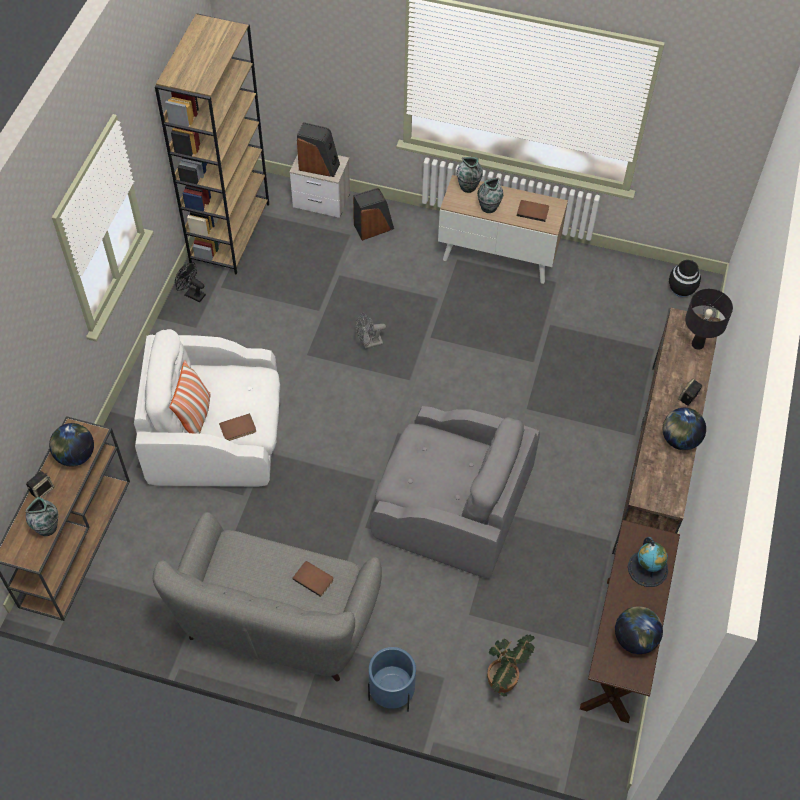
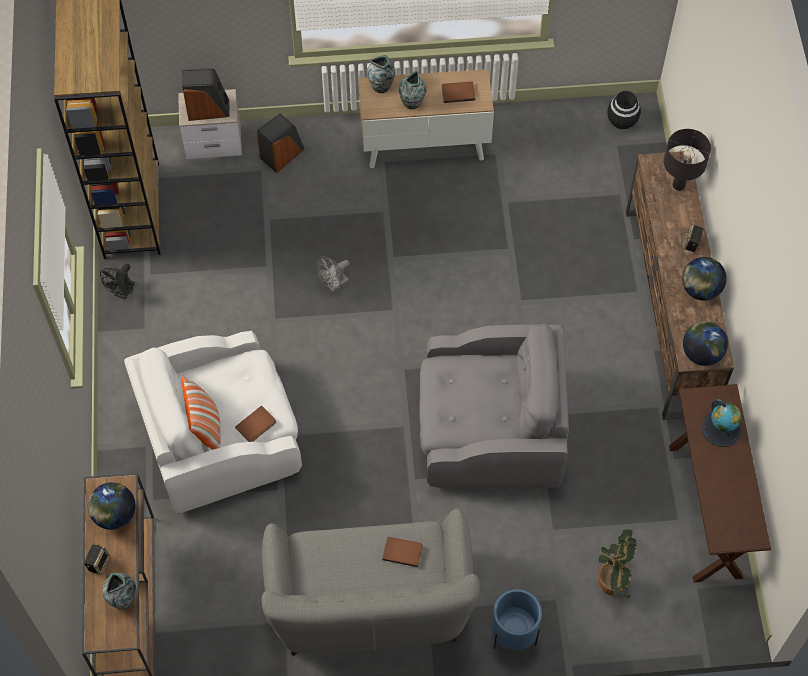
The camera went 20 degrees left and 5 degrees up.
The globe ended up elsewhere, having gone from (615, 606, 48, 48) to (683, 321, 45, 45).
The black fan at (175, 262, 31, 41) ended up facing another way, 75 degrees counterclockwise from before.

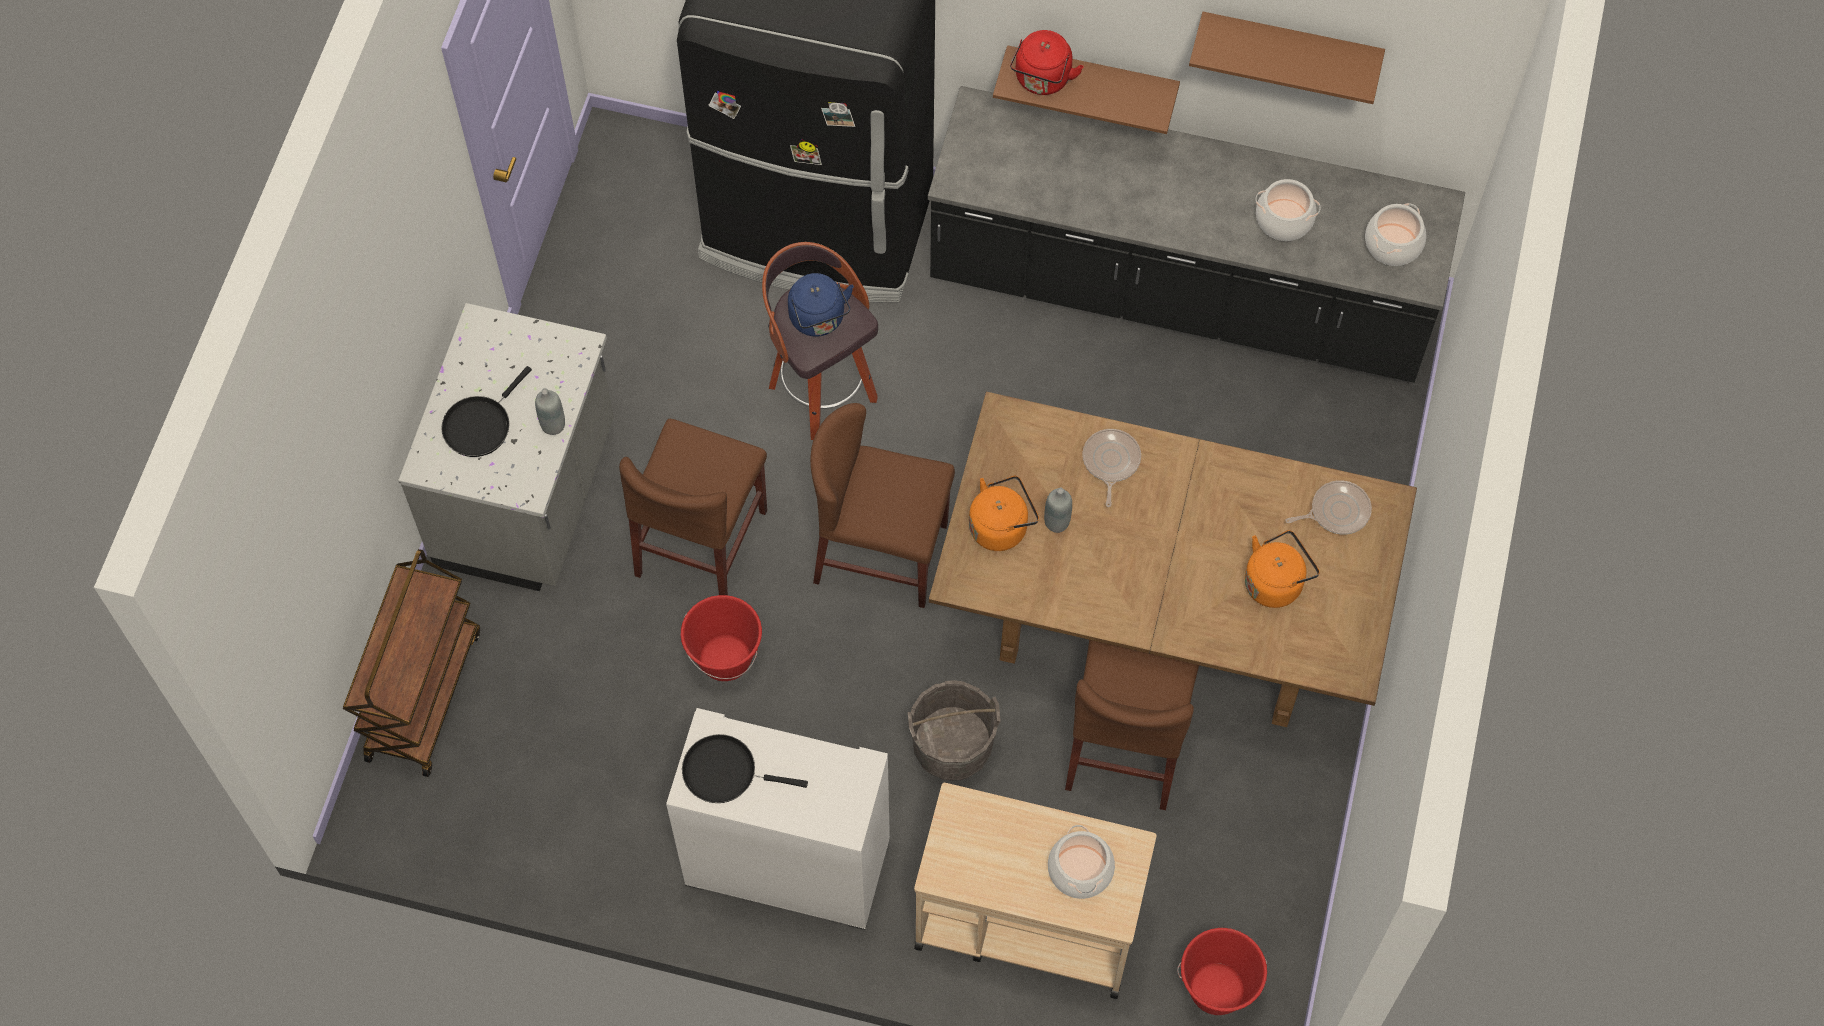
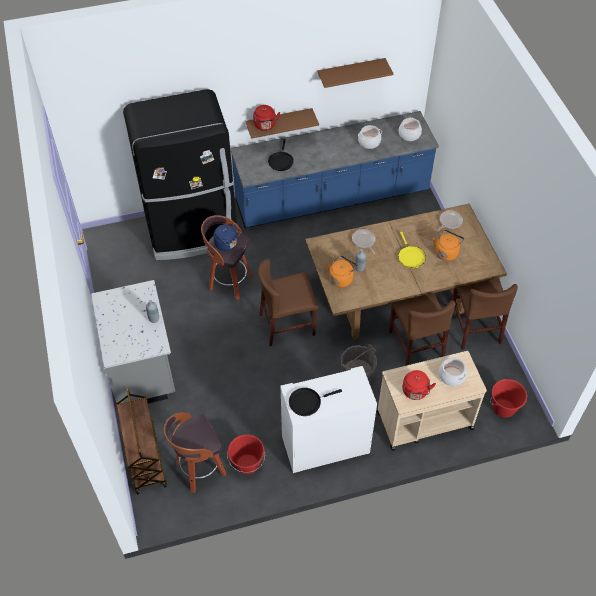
The camera went 30 degrees left and 10 degrees down.
The second view gained the stool at (164, 412, 62, 81).
The second view gained the yellow frying pan at (398, 232, 28, 36).
The second view gained the red kettle at (402, 370, 34, 30).
The black frying pan ended up elsewhere, having gone from (441, 366, 91, 91) to (268, 139, 26, 32).
The brown chair ended up elsewhere, having gone from (619, 419, 148, 176) to (452, 278, 66, 72).
The red bucket ended up elsewhere, having gone from (681, 595, 81, 86) to (227, 435, 38, 39).
What was the black counter at (928, 86, 537, 297) turned into the blue counter at (230, 111, 209, 117).

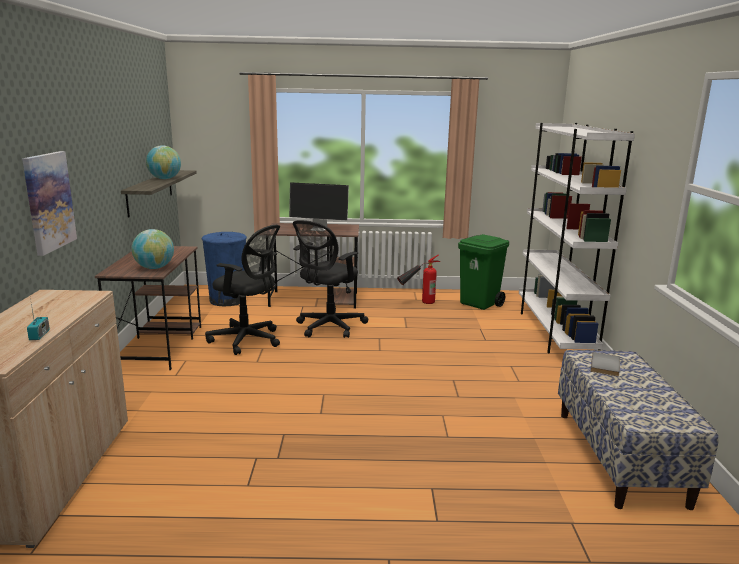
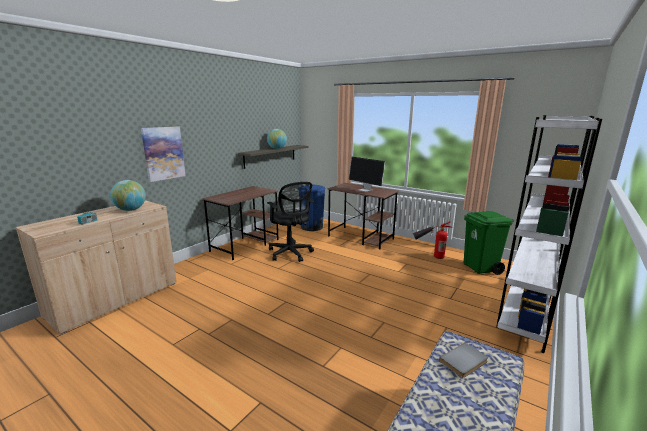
The camera went 35 degrees right and 0 degrees up.
The second view lost the black office chair at (293, 220, 76, 118).
The globe ended up elsewhere, having gone from (132, 229, 42, 40) to (110, 180, 36, 31).

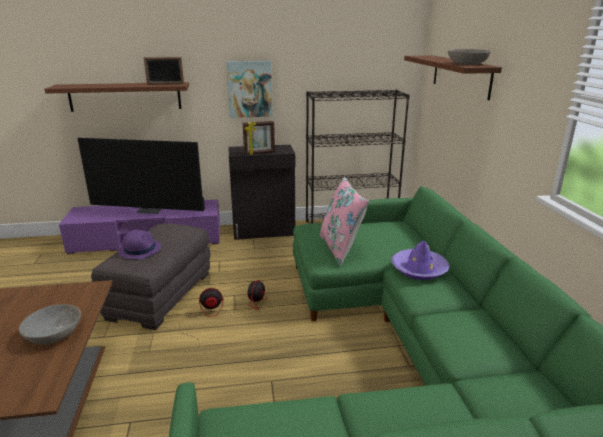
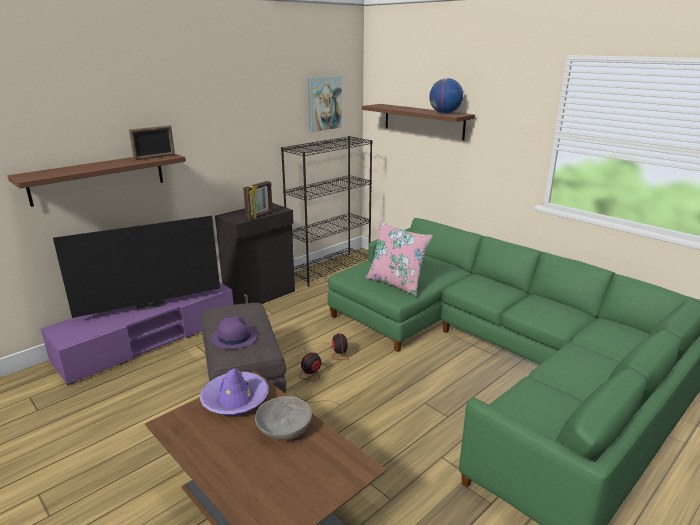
The camera went 35 degrees left and 0 degrees up.
The picture ended up elsewhere, having gone from (227, 61, 46, 57) to (308, 76, 34, 56).
The purple hat ended up elsewhere, having gone from (391, 240, 59, 40) to (200, 368, 69, 48).
Where the grey bowl stood at (448, 49, 43, 16), the globe came to stand at (429, 78, 34, 35).

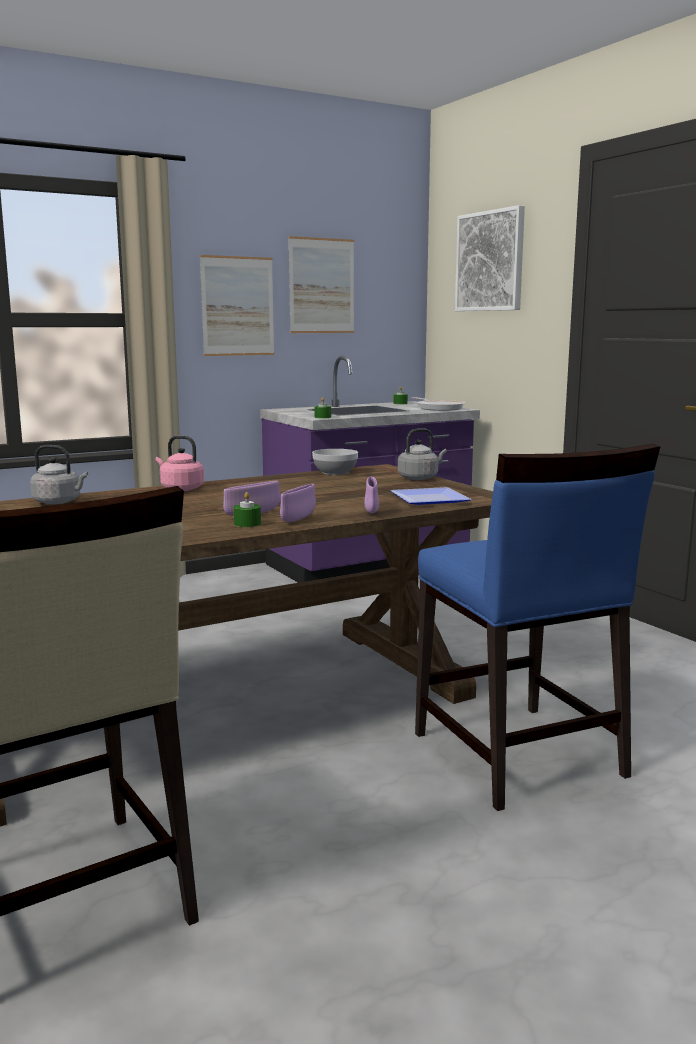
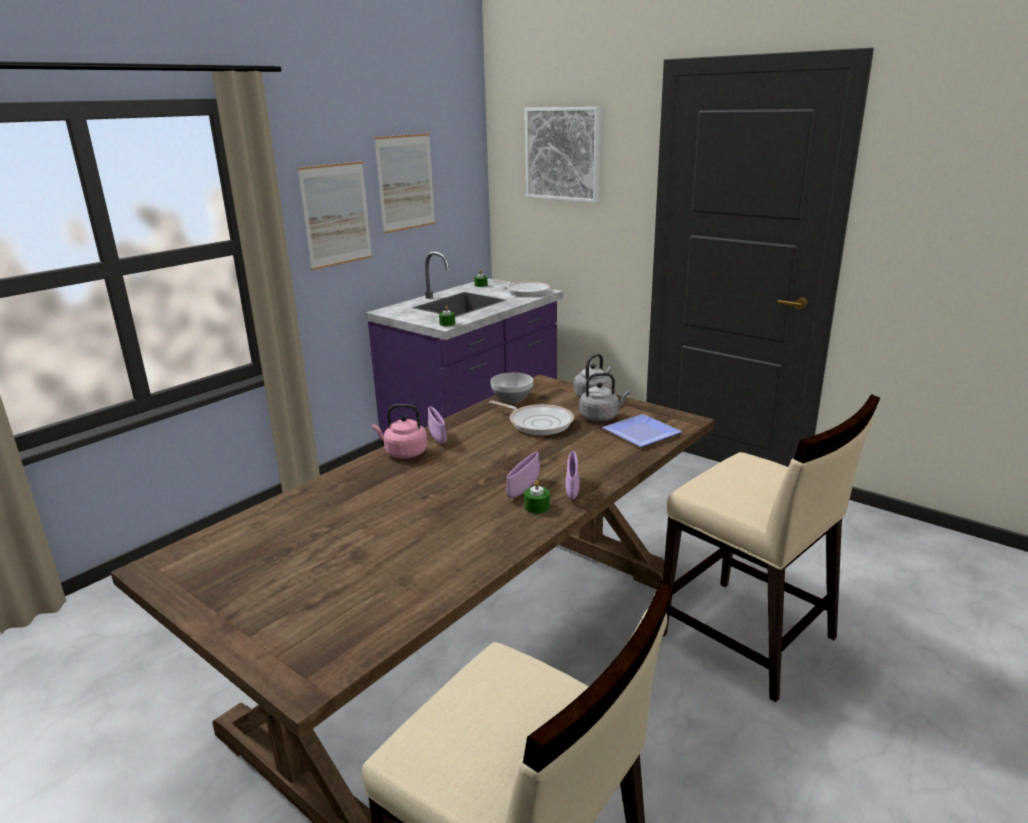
The camera went 20 degrees left and 10 degrees up.
The second view gained the frying pan at (489, 400, 85, 35).
The grey kettle ended up elsewhere, having gone from (30, 445, 58, 59) to (580, 373, 50, 48).
The purple bowl ended up elsewhere, having gone from (365, 476, 14, 37) to (428, 406, 19, 38).
What was the blue chair at (415, 443, 245, 368) turned into the beige chair at (663, 394, 217, 308).

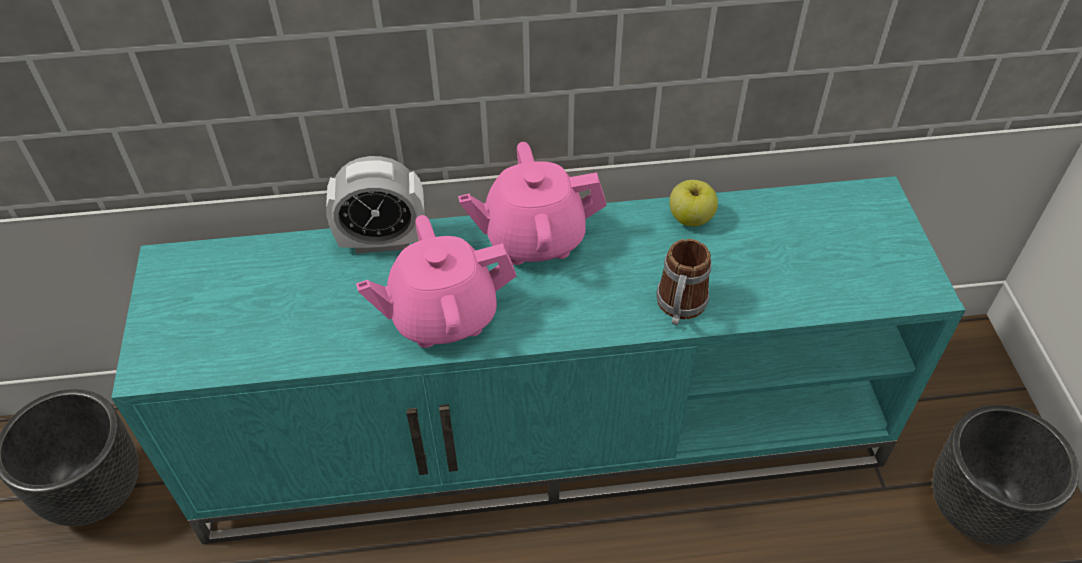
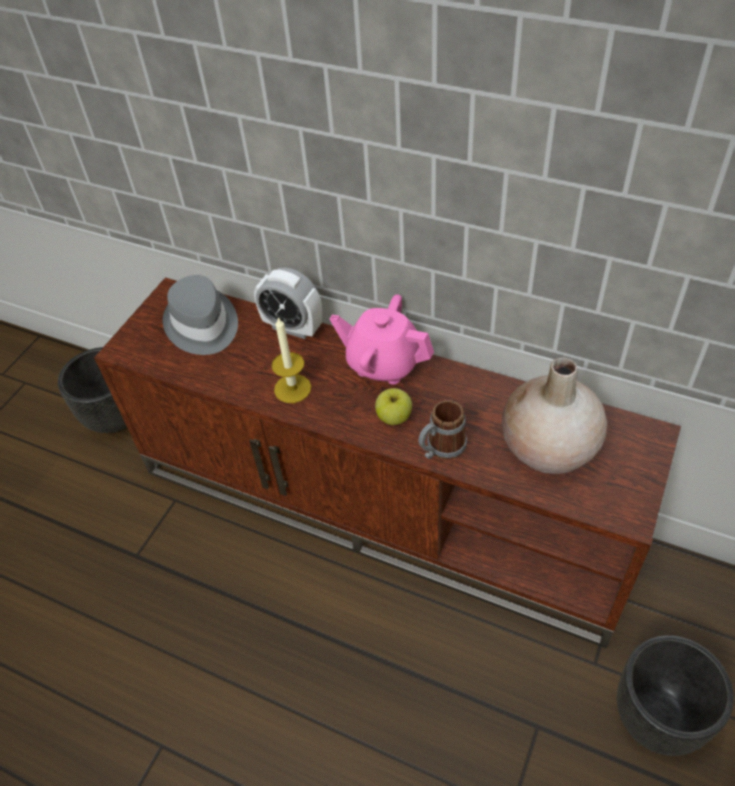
The camera went 35 degrees right and 0 degrees up.
The second view gained the grey hat at (162, 275, 76, 80).
The second view gained the beige vase at (501, 357, 106, 117).
The apple ended up elsewhere, having gone from (669, 180, 49, 46) to (375, 388, 37, 37).
Where the pink teapot stood at (356, 215, 160, 133), the candle came to stand at (271, 316, 40, 87).
What was the turquoise tv stand at (111, 176, 854, 368) turned into the brown tv stand at (94, 277, 587, 371).

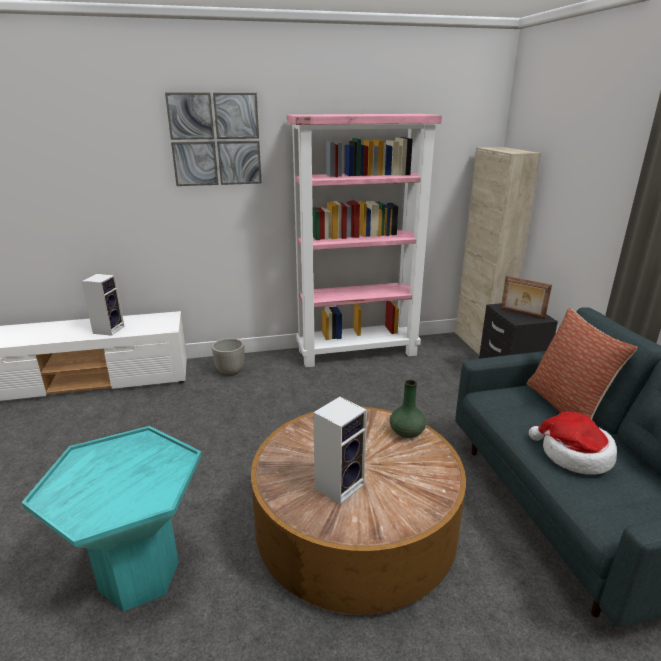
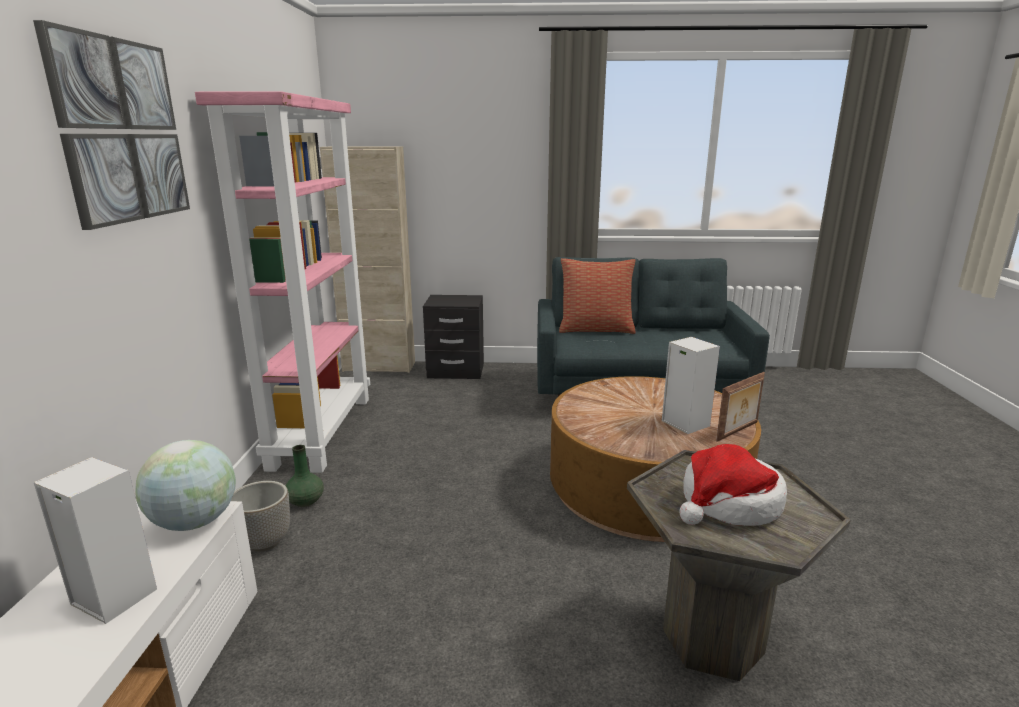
The camera went 75 degrees left and 5 degrees down.
The second view gained the globe at (135, 440, 101, 91).
The green vase ended up elsewhere, having gone from (390, 380, 36, 58) to (285, 445, 39, 62).
The picture frame ended up elsewhere, having gone from (501, 276, 51, 43) to (716, 372, 49, 70).
The hat ended up elsewhere, having gone from (529, 411, 88, 64) to (680, 444, 107, 82).
What was the turquoise side table at (22, 426, 180, 185) turned into the grey side table at (627, 450, 224, 231).

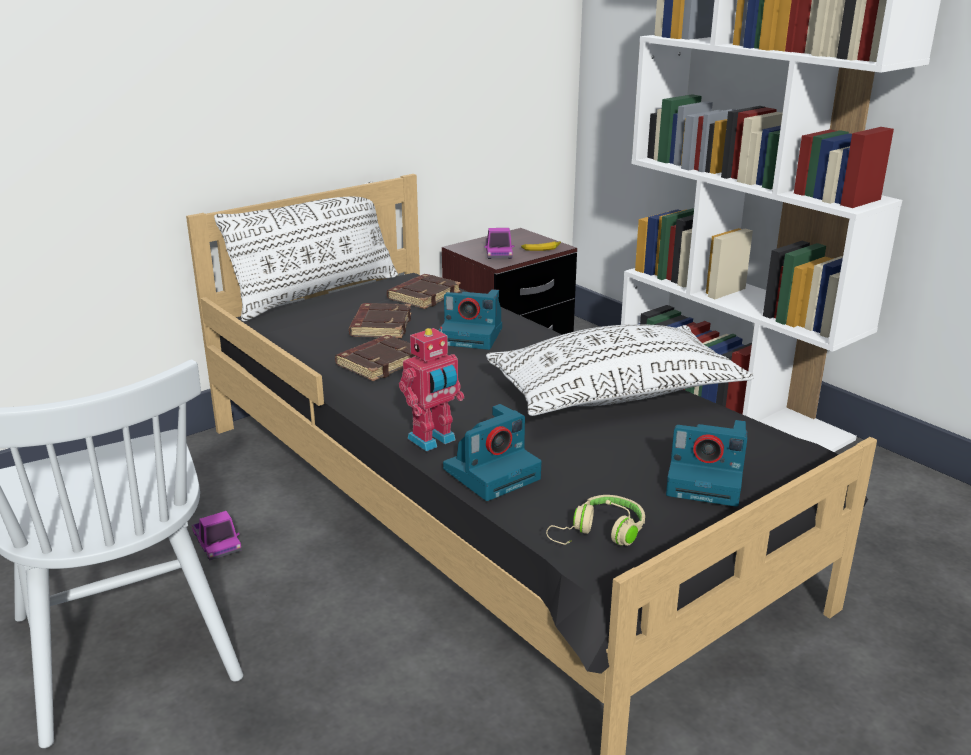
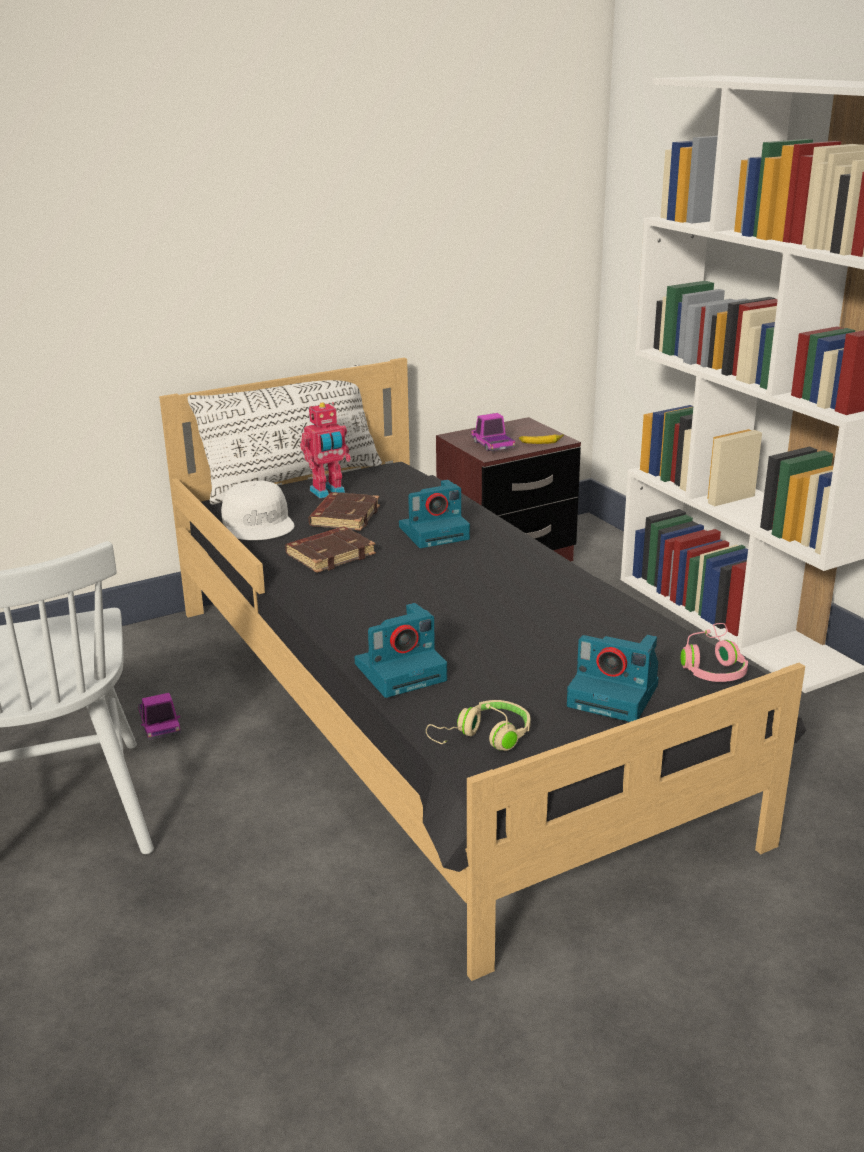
The camera went 10 degrees right and 0 degrees up.
The second view lost the brown book at (387, 274, 74, 35).
The second view lost the white pillow at (486, 324, 268, 92).
The second view gained the white cap at (221, 481, 74, 59).
The second view gained the pink headphones at (681, 623, 67, 59).
The toy robot ended up elsewhere, having gone from (399, 327, 65, 124) to (300, 402, 51, 96).
The photo camera at (439, 289, 63, 61) ended up facing another way, 45 degrees counterclockwise from before.
The toy truck at (485, 228, 29, 31) ended up facing another way, 150 degrees clockwise from before.

